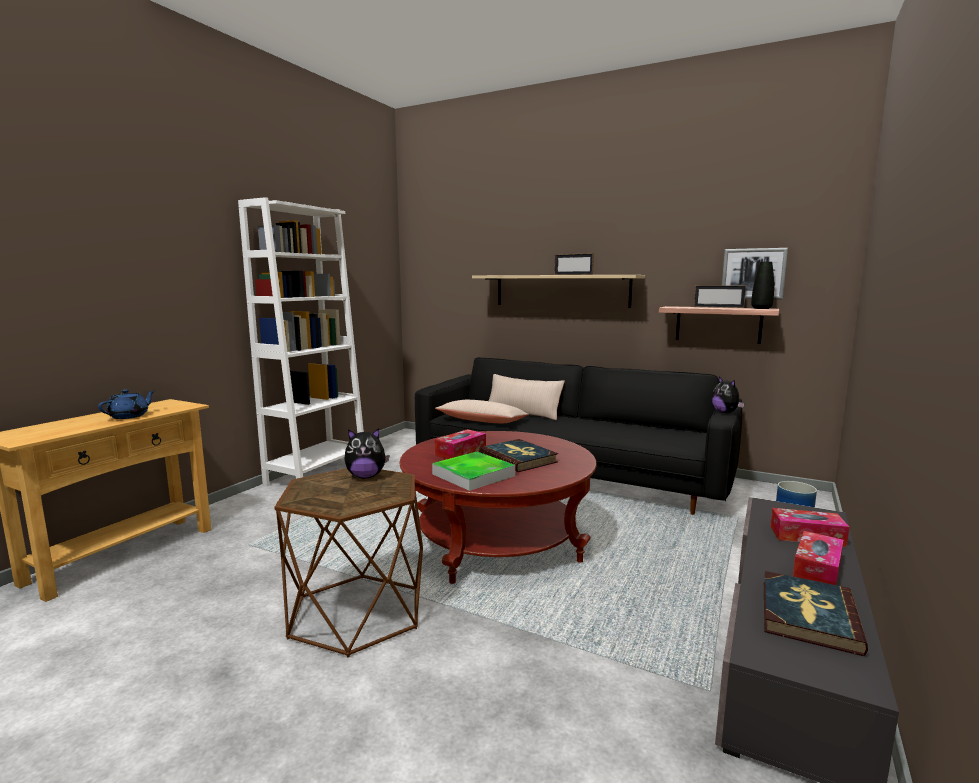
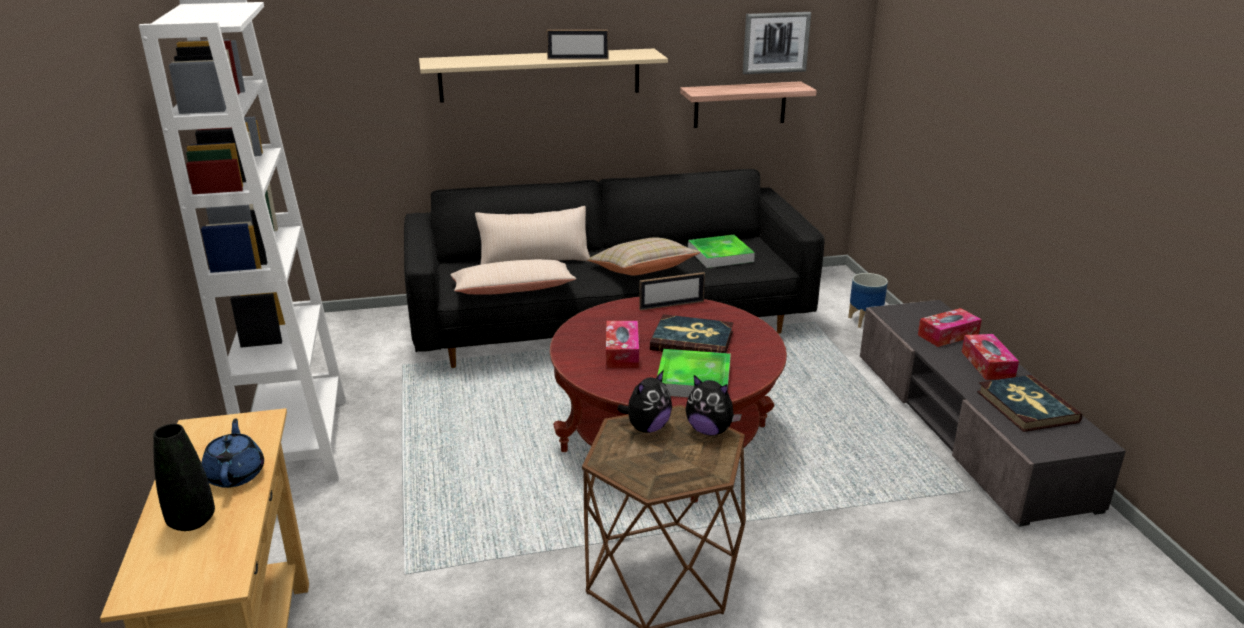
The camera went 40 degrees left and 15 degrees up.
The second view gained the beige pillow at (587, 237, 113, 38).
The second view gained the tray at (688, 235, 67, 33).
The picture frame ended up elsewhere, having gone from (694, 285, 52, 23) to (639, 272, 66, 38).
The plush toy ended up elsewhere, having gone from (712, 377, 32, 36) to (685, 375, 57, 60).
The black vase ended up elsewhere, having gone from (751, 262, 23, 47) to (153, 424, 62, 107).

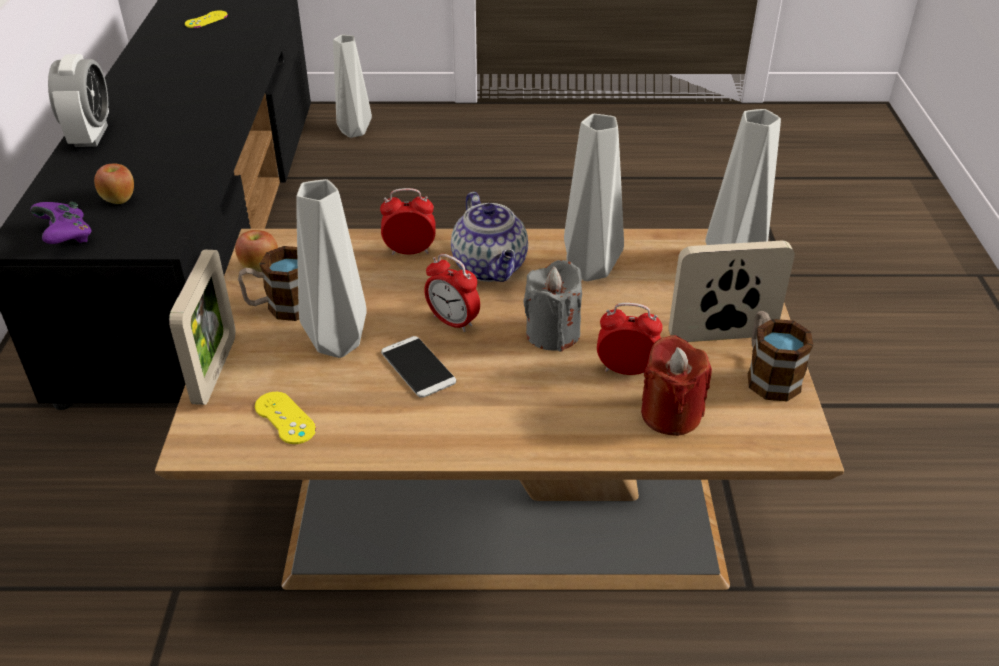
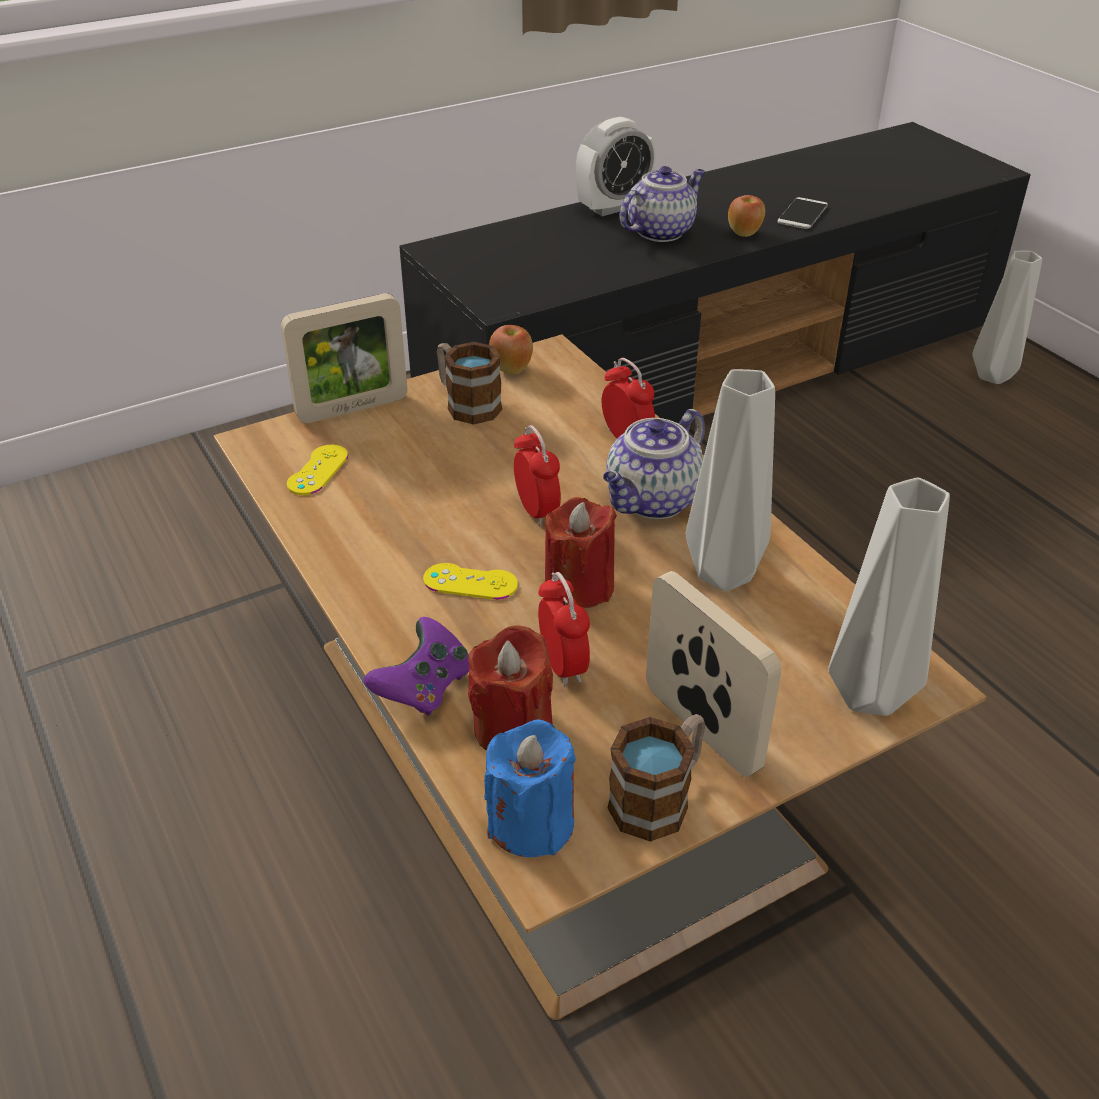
The camera went 60 degrees right and 0 degrees up.
The second view lost the grey vase at (296, 179, 71, 179).
The second view gained the blue candle at (484, 719, 92, 139).
The second view gained the teapot at (619, 166, 86, 76).
The purple game controller ended up elsewhere, having gone from (30, 202, 61, 42) to (364, 617, 105, 99).
The apple ended up elsewhere, having gone from (94, 164, 40, 40) to (728, 195, 37, 42).
The yellow game controller ended up elsewhere, having gone from (185, 11, 43, 17) to (423, 563, 95, 37).
The phone ended up elsewhere, having gone from (381, 336, 75, 62) to (777, 197, 51, 32).
What was the grey candle at (524, 260, 58, 92) turned into the red candle at (545, 497, 72, 112).
The alarm clock at (424, 254, 56, 78) ended up facing another way, 150 degrees clockwise from before.

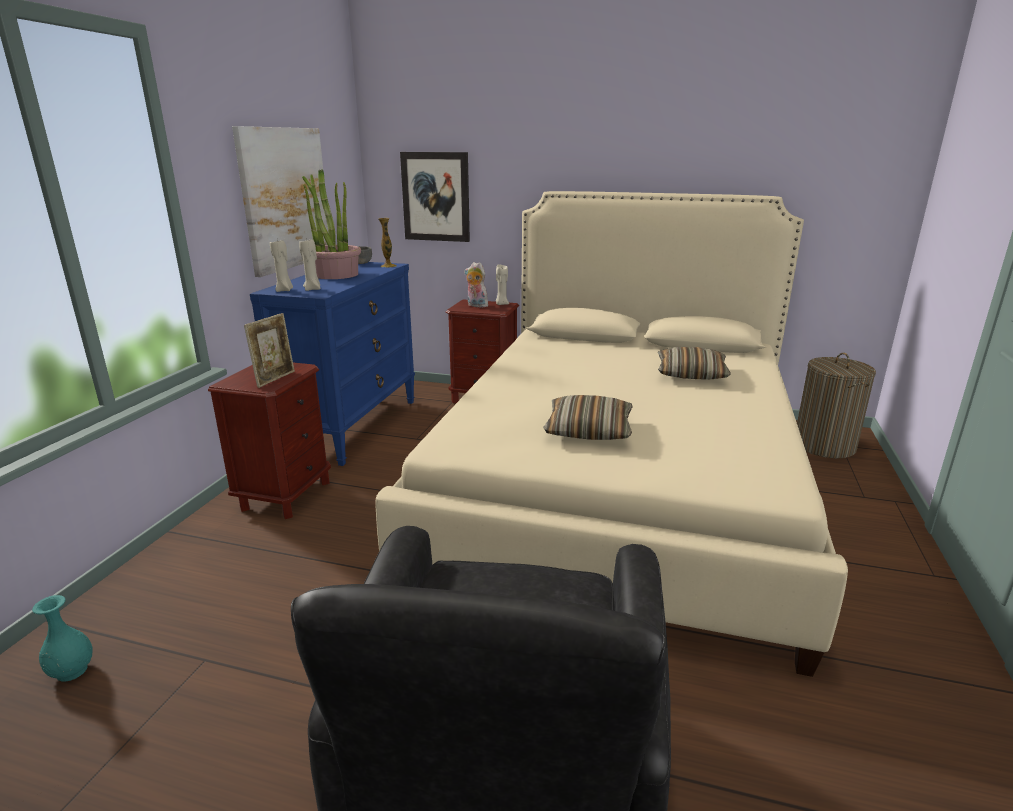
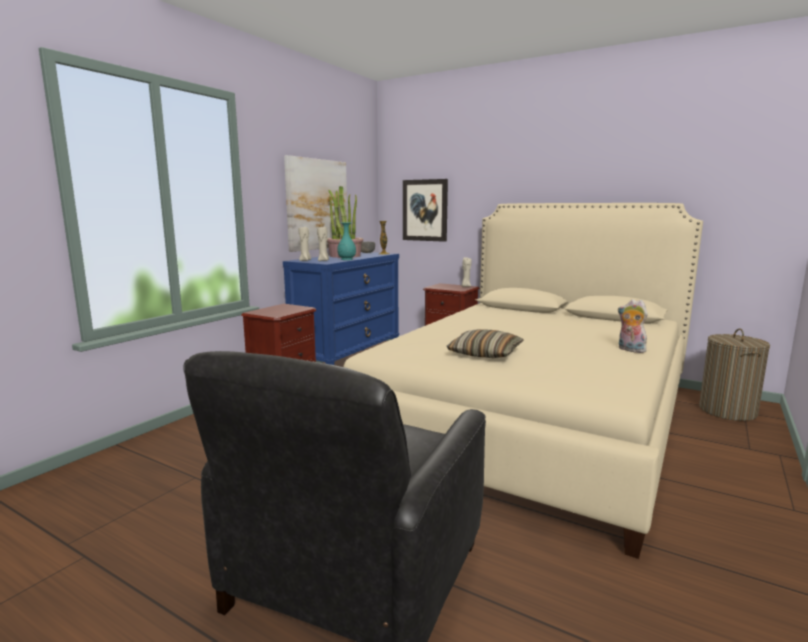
The camera went 15 degrees right and 10 degrees down.
The second view lost the picture frame at (244, 313, 51, 75).
The second view lost the pillow at (658, 347, 73, 33).
The turquoise vase ended up elsewhere, having gone from (32, 595, 61, 87) to (337, 222, 19, 38).
The plush toy ended up elsewhere, having gone from (464, 262, 24, 46) to (618, 299, 30, 54).

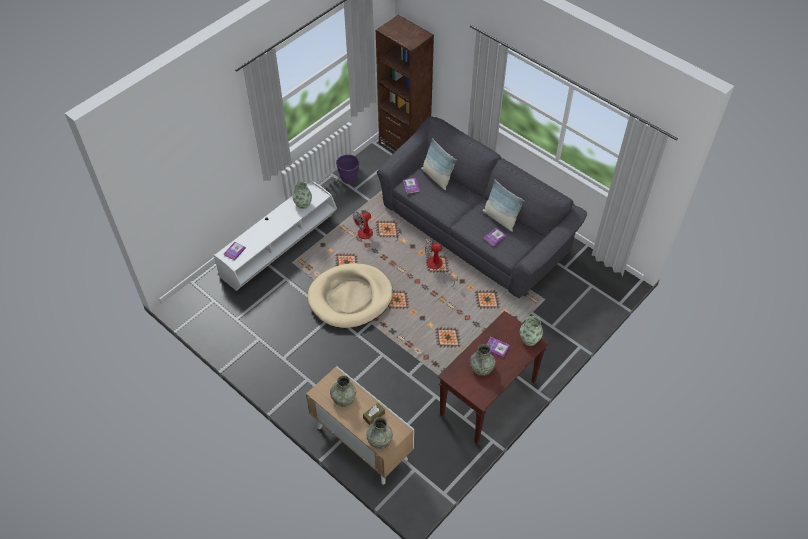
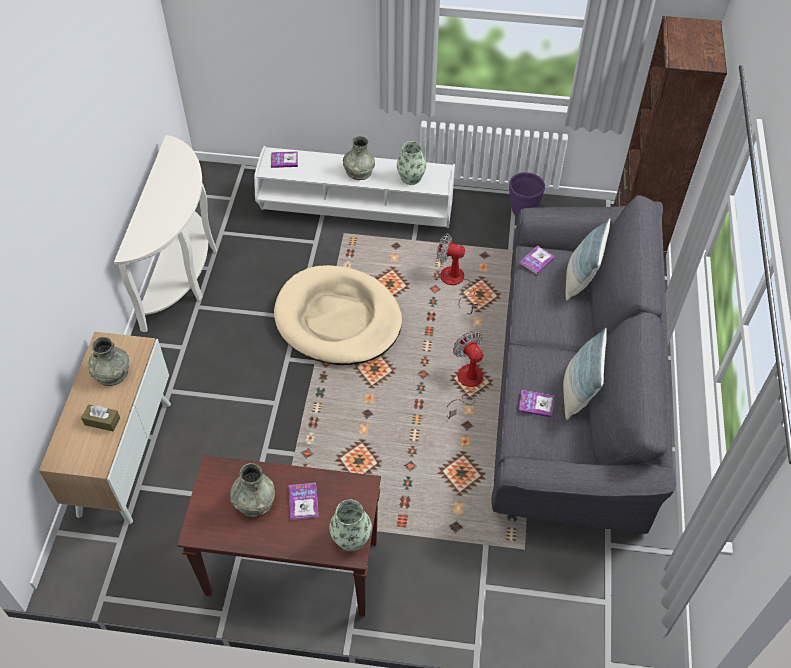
The camera went 55 degrees right and 0 degrees up.
The second view gained the white console table at (114, 135, 103, 197).
The grey vase ended up elsewhere, having gone from (366, 417, 27, 32) to (343, 136, 32, 44).

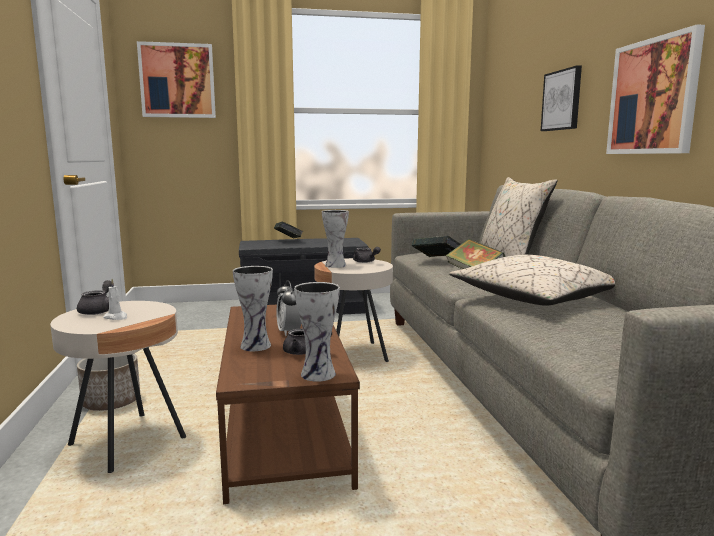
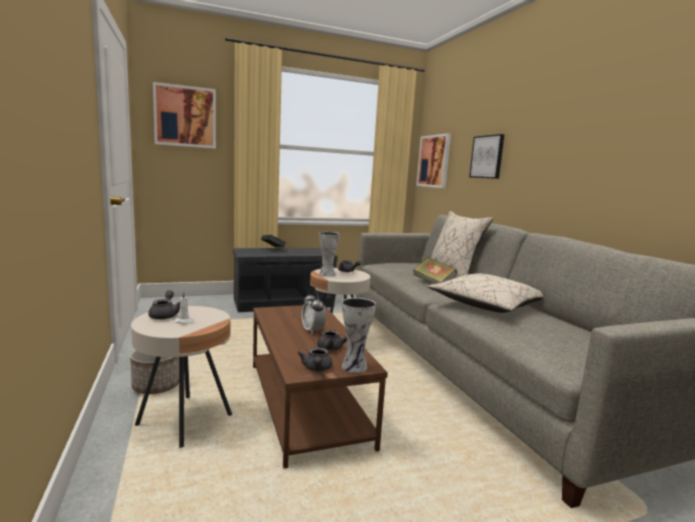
The camera went 10 degrees left and 0 degrees up.
The second view lost the vase at (233, 266, 40, 85).
The second view lost the book at (412, 236, 49, 21).
The second view gained the grey teapot at (298, 347, 34, 24).
The picture ended up elsewhere, having gone from (606, 24, 99, 130) to (416, 133, 35, 55).

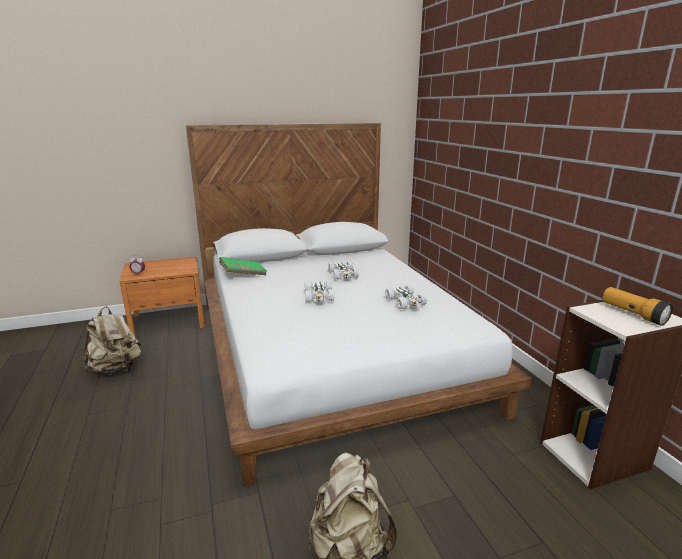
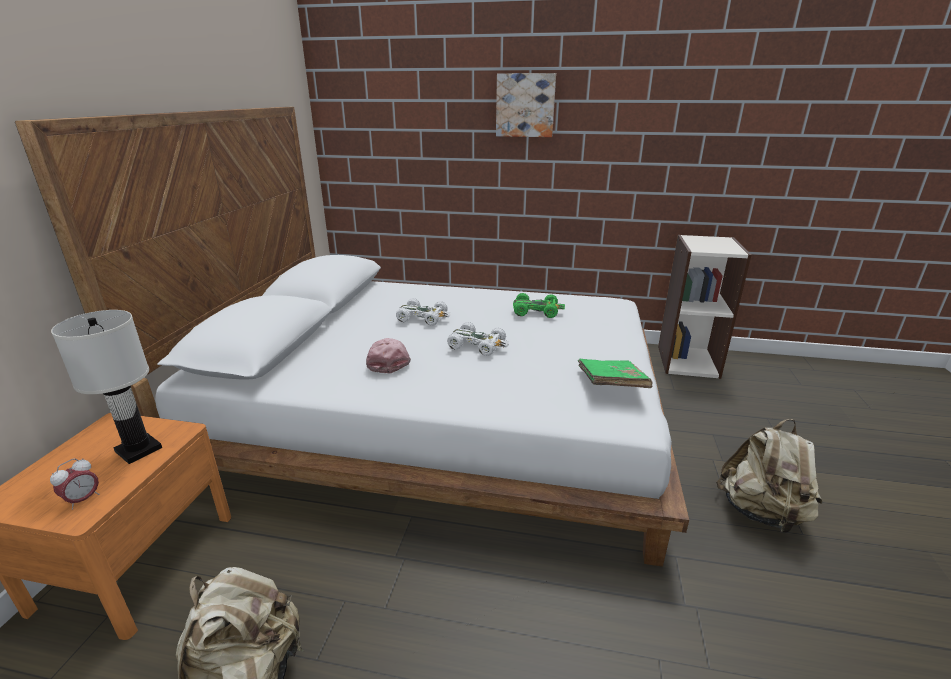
The camera went 60 degrees left and 5 degrees up.
The second view lost the flashlight at (602, 287, 71, 39).
The second view gained the white table lamp at (51, 310, 111, 154).
The second view gained the pink cap at (366, 338, 45, 36).
The second view gained the picture at (496, 73, 60, 64).
The green book ended up elsewhere, having gone from (219, 257, 48, 18) to (578, 359, 75, 29).
What was the white toy car at (385, 284, 42, 25) turned into the green toy car at (513, 293, 52, 25).

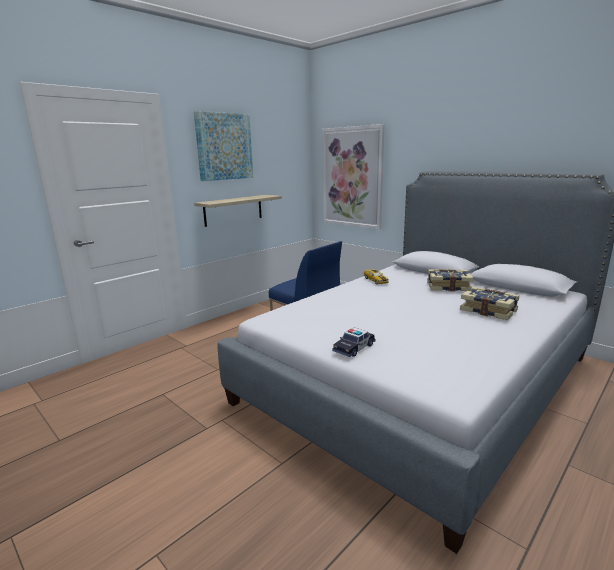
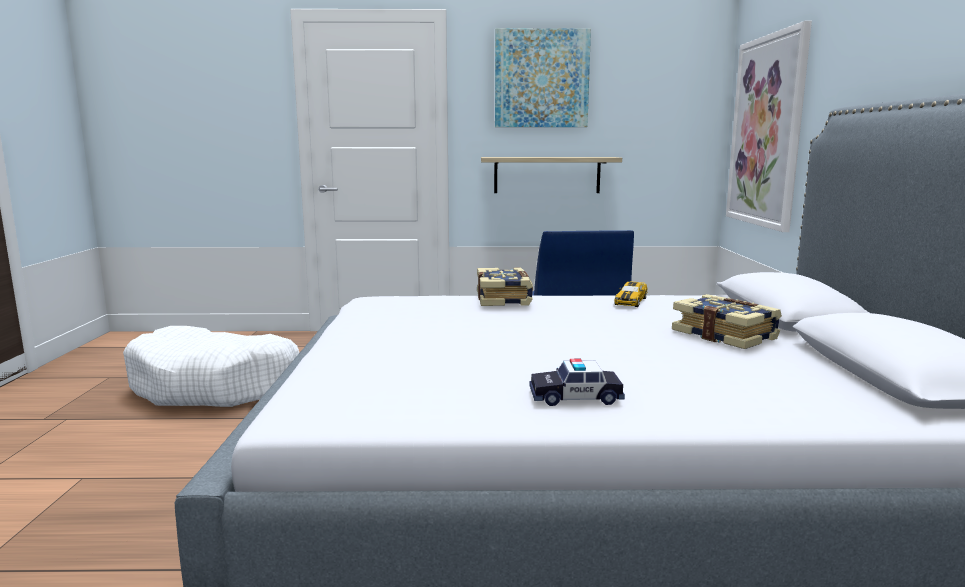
The camera went 45 degrees right and 5 degrees down.
The second view gained the white dog bed at (123, 326, 176, 81).
The toy car ended up elsewhere, having gone from (332, 327, 43, 30) to (530, 359, 95, 47).
The book ended up elsewhere, having gone from (460, 287, 59, 33) to (477, 267, 56, 39).

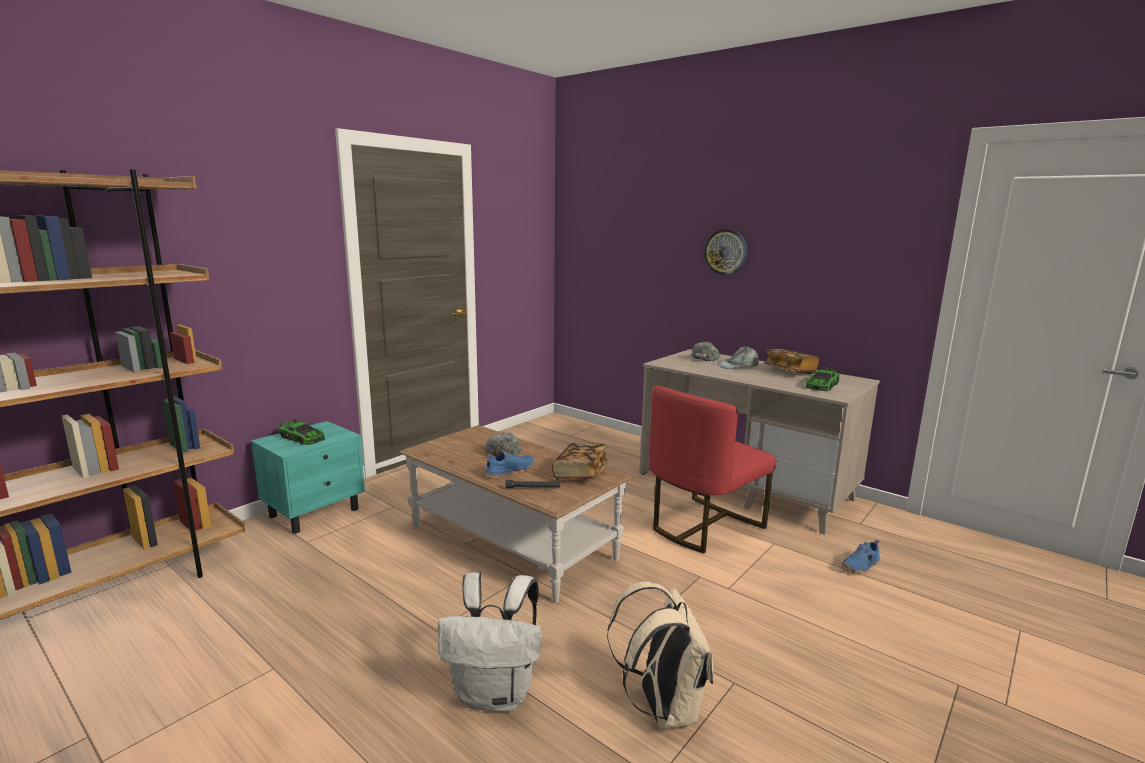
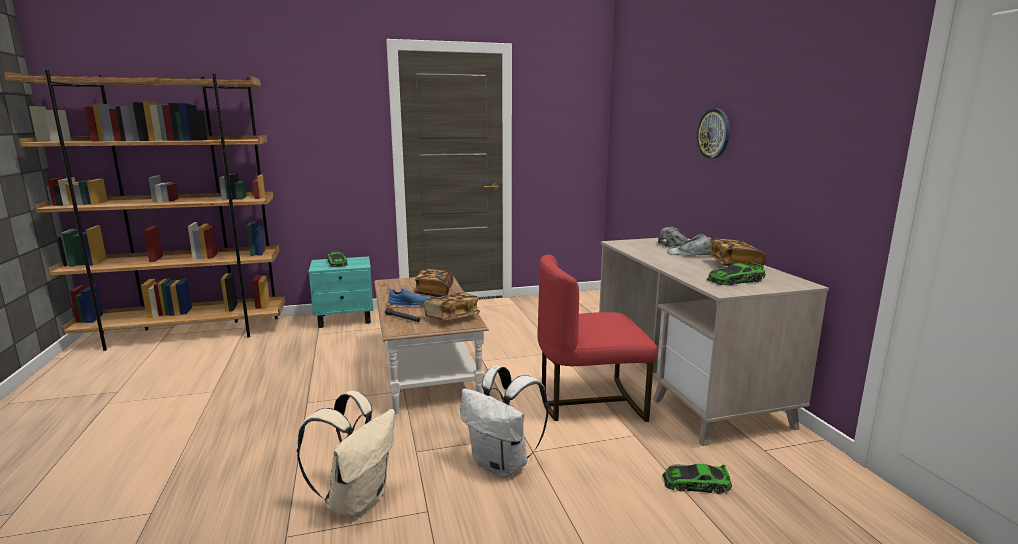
The camera went 35 degrees right and 0 degrees up.
The white backpack ended up elsewhere, having gone from (438, 572, 104, 140) to (460, 366, 89, 112).
Where the grey cap stood at (485, 432, 36, 25), the book came to stand at (414, 269, 39, 28).
Where the blue shoe stood at (842, 539, 38, 34), the toy car came to stand at (662, 464, 70, 30).

